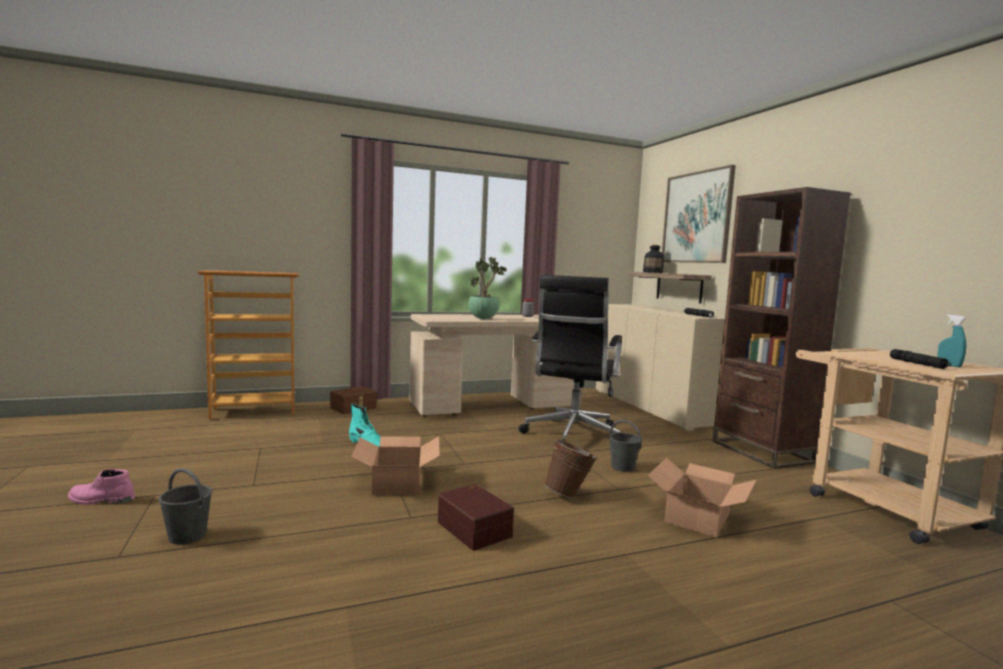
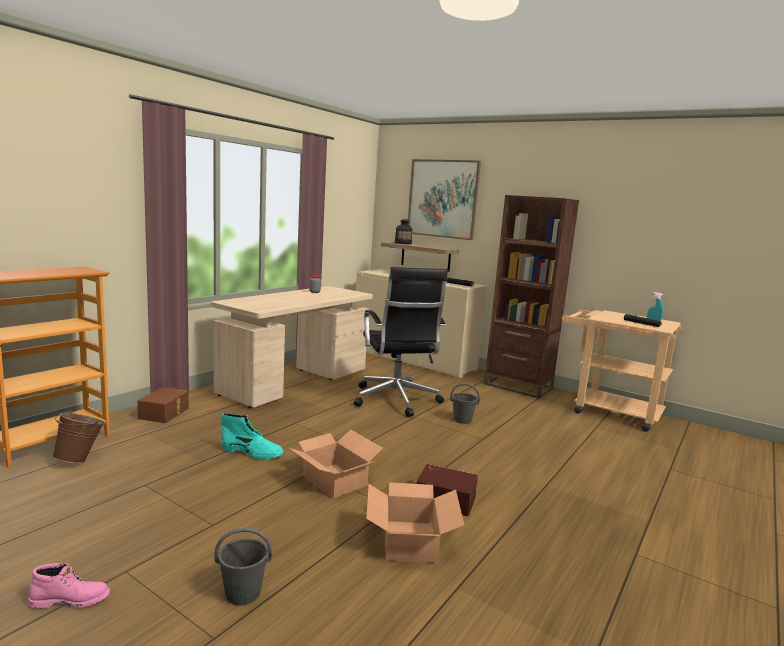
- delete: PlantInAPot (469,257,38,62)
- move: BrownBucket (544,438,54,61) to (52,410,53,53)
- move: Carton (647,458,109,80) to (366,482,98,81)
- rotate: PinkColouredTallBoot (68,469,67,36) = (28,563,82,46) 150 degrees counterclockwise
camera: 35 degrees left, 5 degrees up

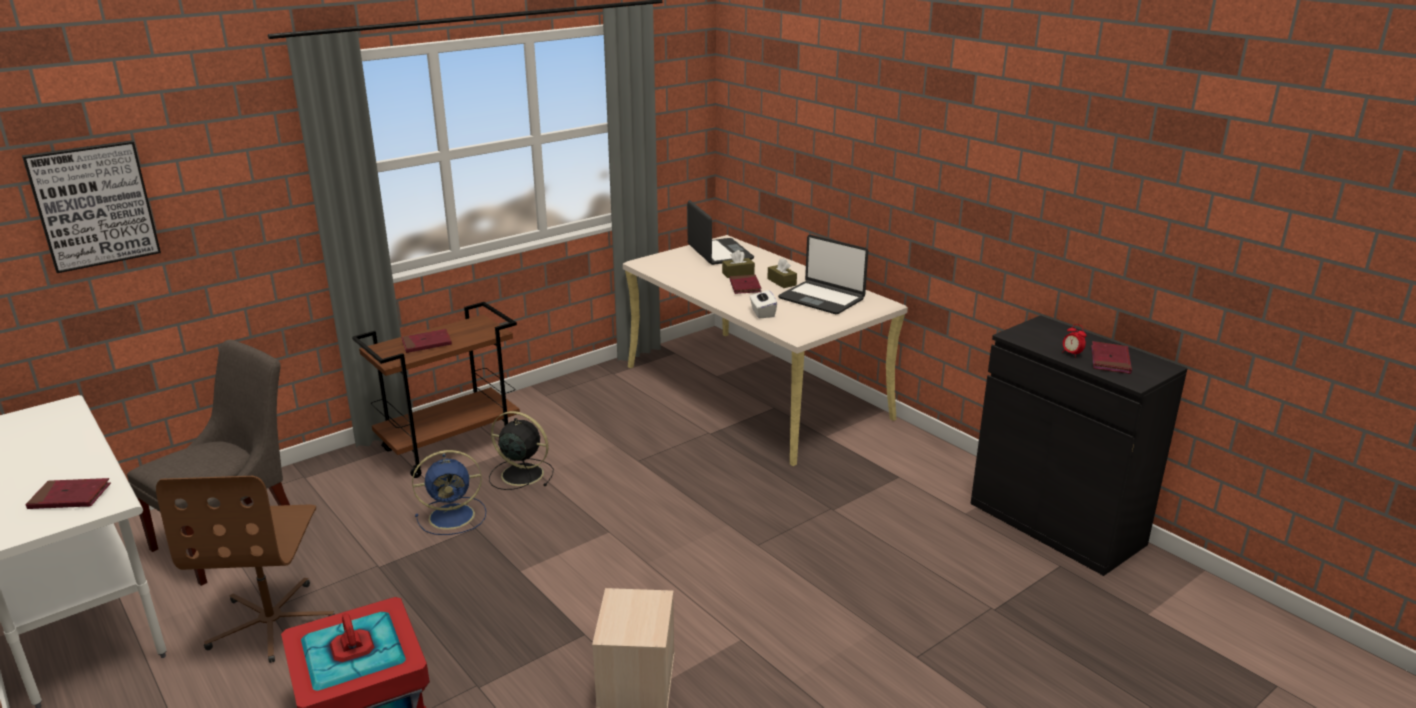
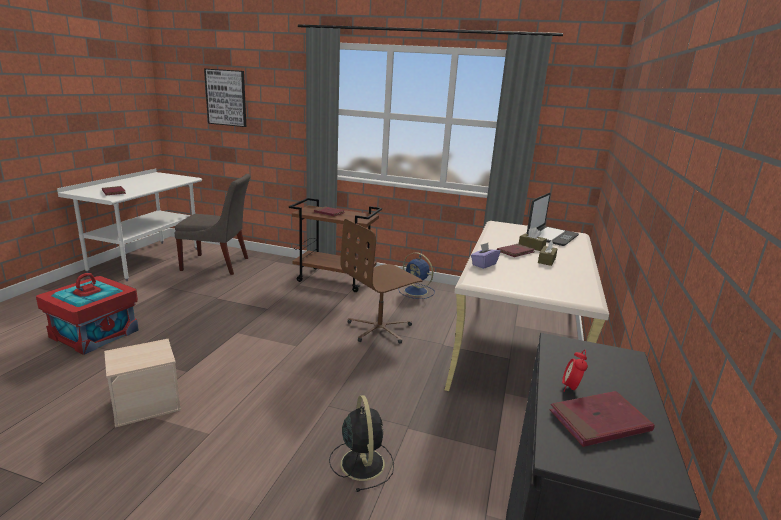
- delete: NotebookComputer (778,235,90,79)
- move: BrownOfficeChair (156,476,179,187) to (340,219,83,125)
- move: BlueFan (412,450,74,85) to (398,252,37,47)
- move: BlackColouredFan (489,411,65,79) to (329,395,65,97)
- recolor: WhitishBoxOfTissues (750,290,27,28) to PurpleBoxOfTissues (471,243,29,26)
camera: 55 degrees right, 5 degrees down

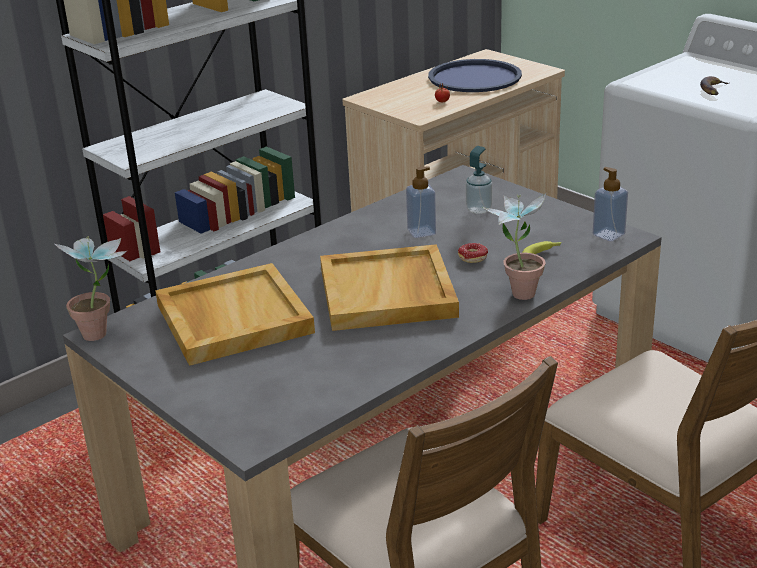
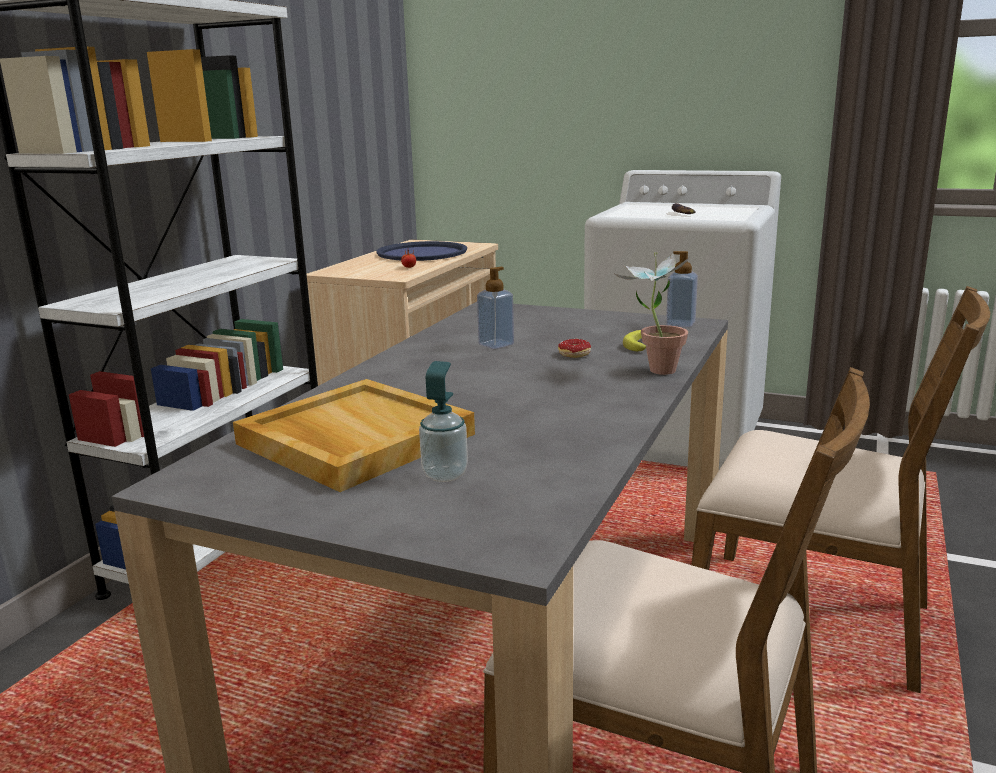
- delete: PlantInAPot (54,236,74,105)
- delete: SandColouredCarryingTray (320,244,139,87)
- move: LiquidSoapBottle (466,146,26,68) to (419,361,49,121)
camera: 25 degrees left, 10 degrees down

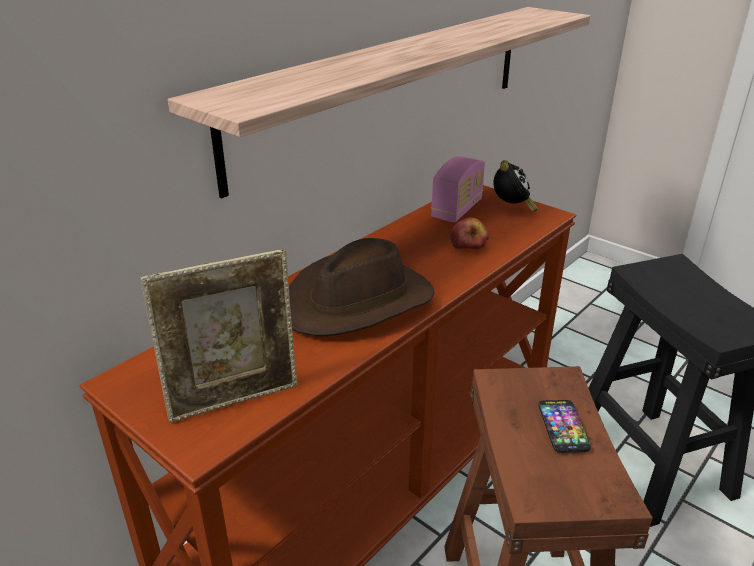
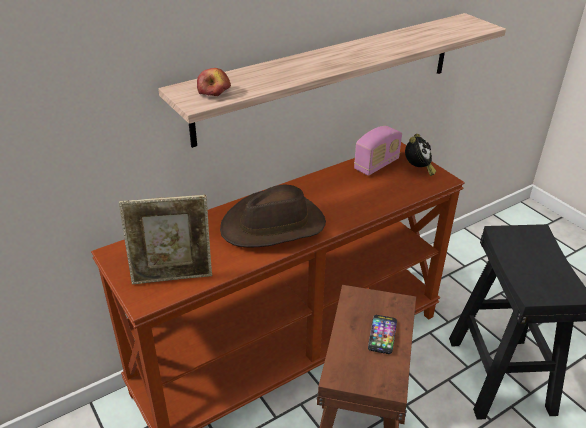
- move: AppleFruit (450,217,39,32) to (197,68,34,28)
camera: 15 degrees right, 5 degrees up

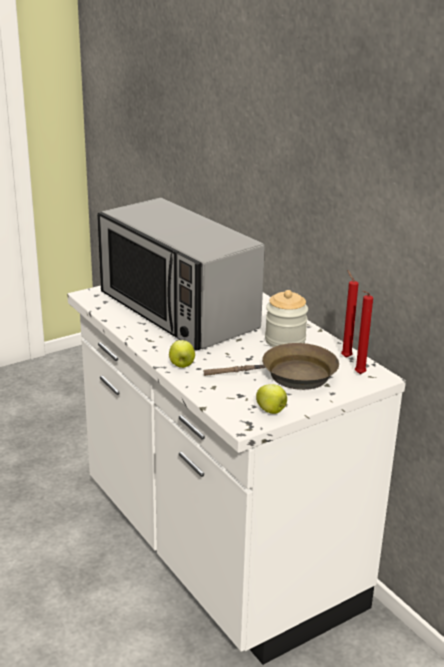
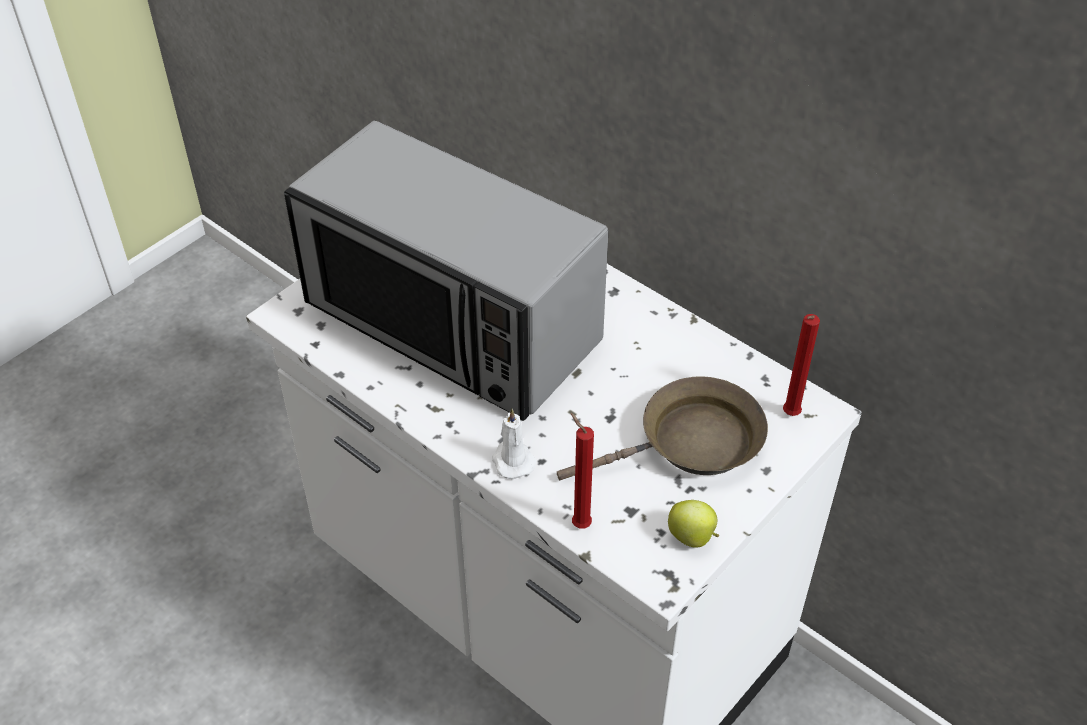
- delete: Jar (265,290,43,57)
- move: RedWaxLight (341,271,18,87) to (571,413,23,115)
- replace: AppleFruit (169,340,26,28) to WhitishWaxLight (492,408,45,71)
camera: 15 degrees left, 20 degrees up

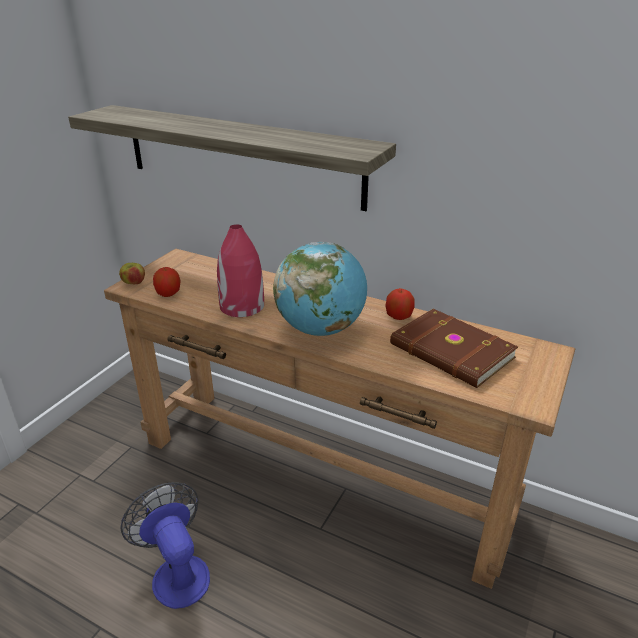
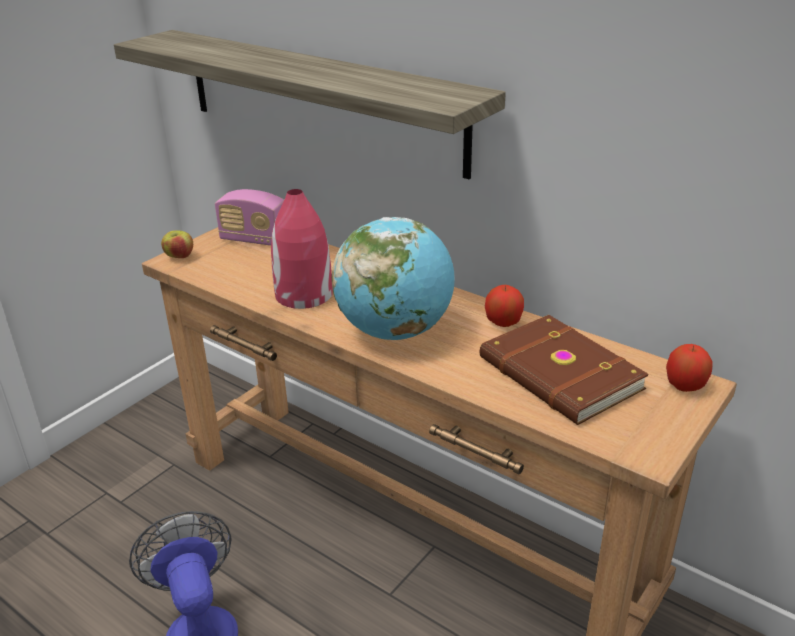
- insert: RadioSet (215,189,69,57)
- move: AppleFruit (153,267,28,30) to (666,344,47,48)
camera: 10 degrees right, 0 degrees up

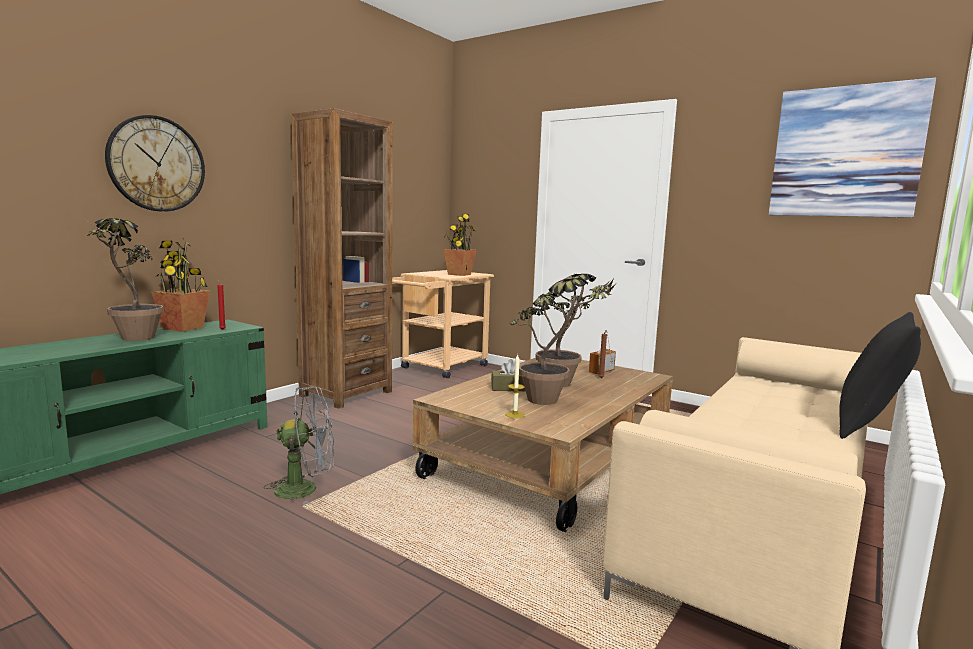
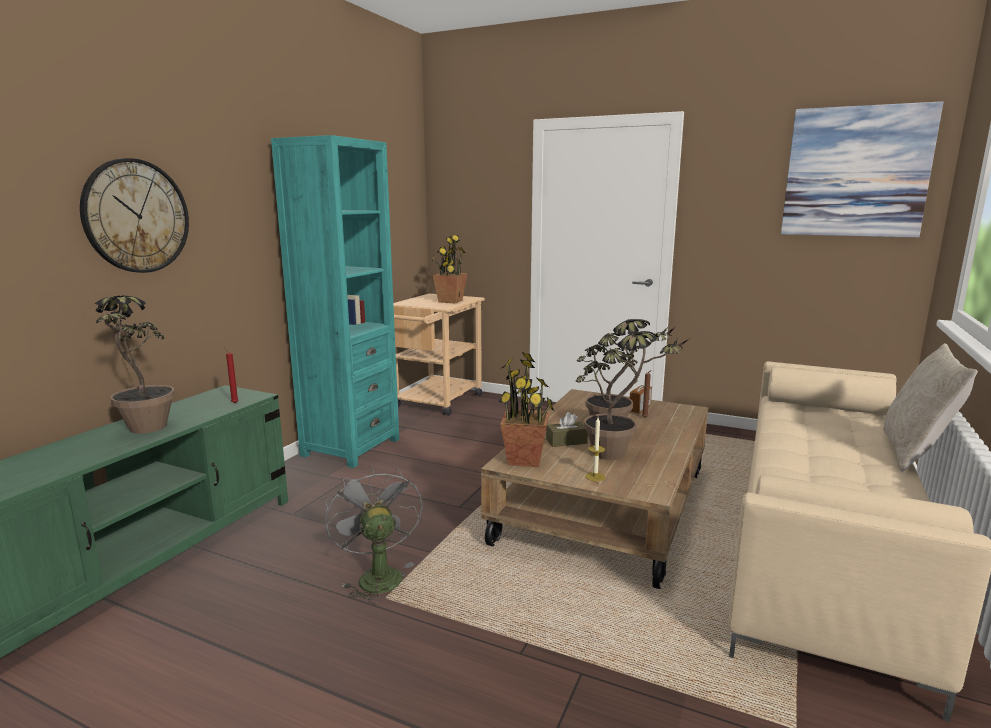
- move: PlantInAPot (151,239,59,93) to (498,352,56,115)
- recolor: BrownBookshelf (291,108,102,301) to TurquoiseBookshelf (271,135,128,333)
- recolor: BlackColouredCushion (839,312,82,127) to SandColouredCushion (883,343,95,129)
- rotate: GreyishFan (264,386,70,119) = (325,466,98,138) 90 degrees counterclockwise
camera: 10 degrees left, 5 degrees up

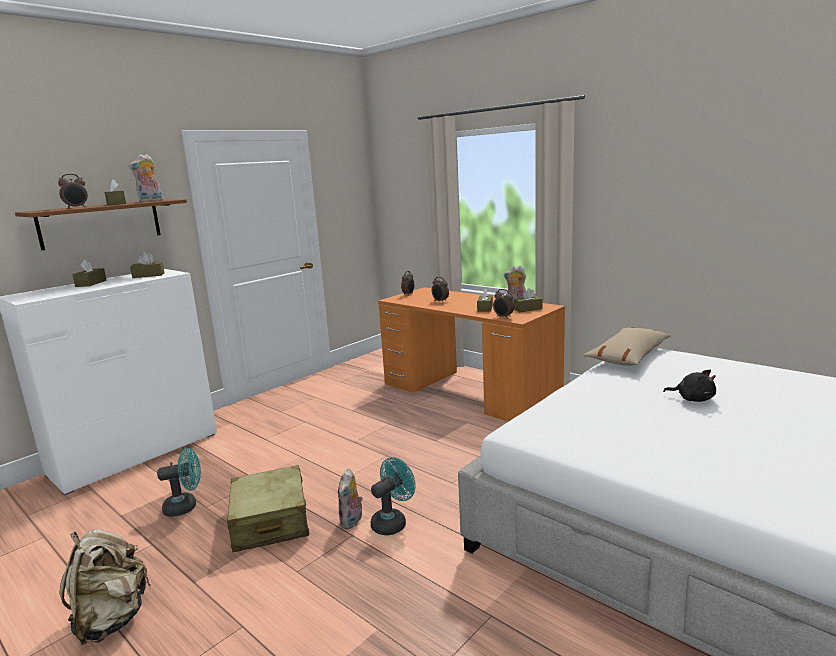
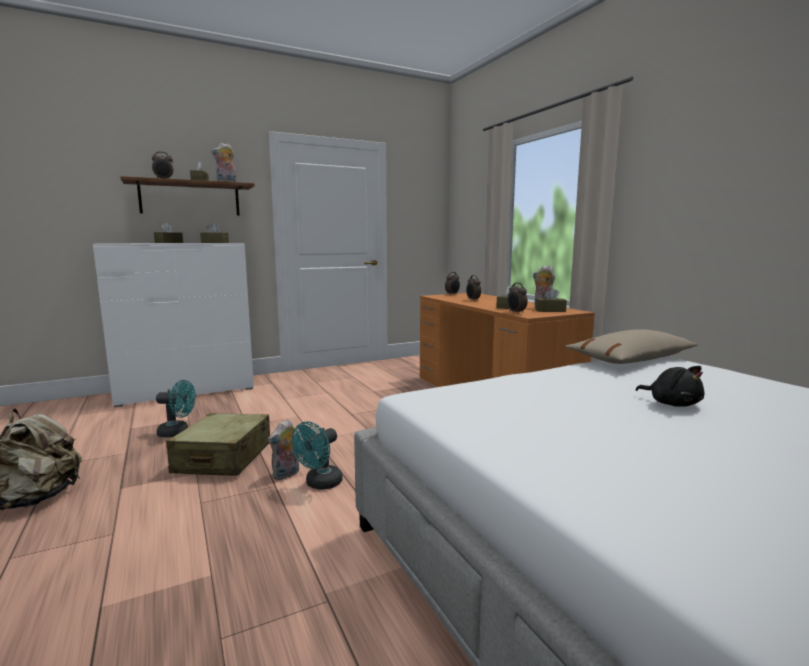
- rotate: TurquoiseFan (371,457,45,78) = (291,421,52,69) 150 degrees clockwise
camera: 20 degrees right, 5 degrees down

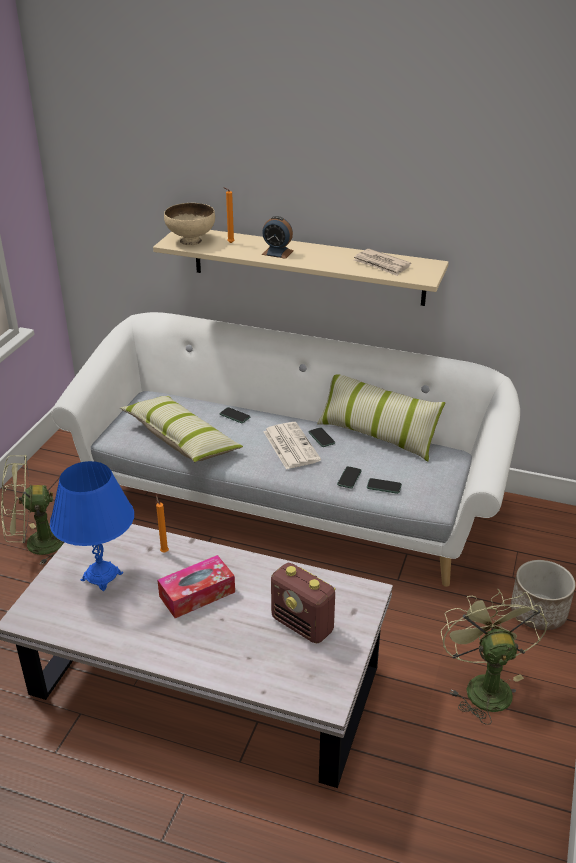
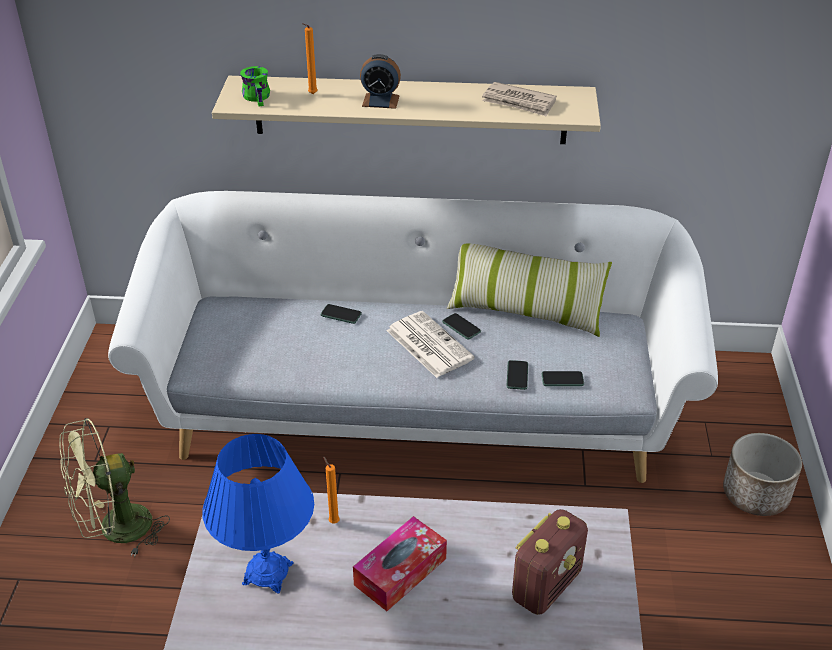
- delete: Cushion (120,396,123,66)
- delete: GreenFan (441,589,106,136)
- replace: SandColouredBowl (164,203,51,42) to GreenTeaMug (240,66,30,40)
- rotate: RadioSet (271,563,65,80) = (512,509,76,106) 75 degrees counterclockwise
camera: 15 degrees left, 5 degrees up

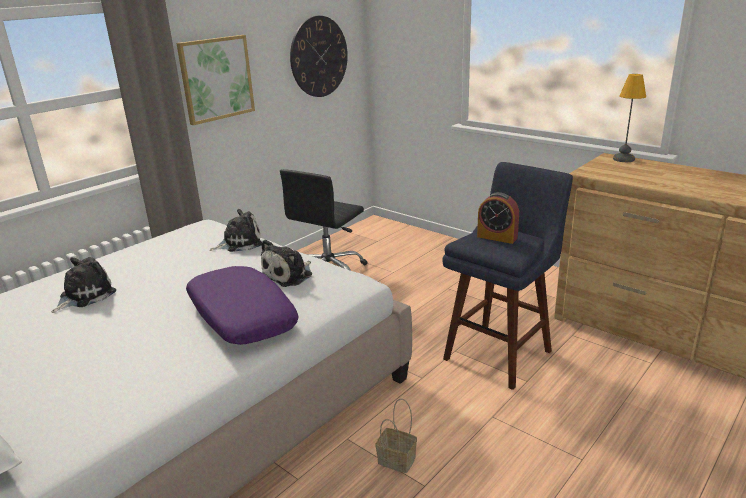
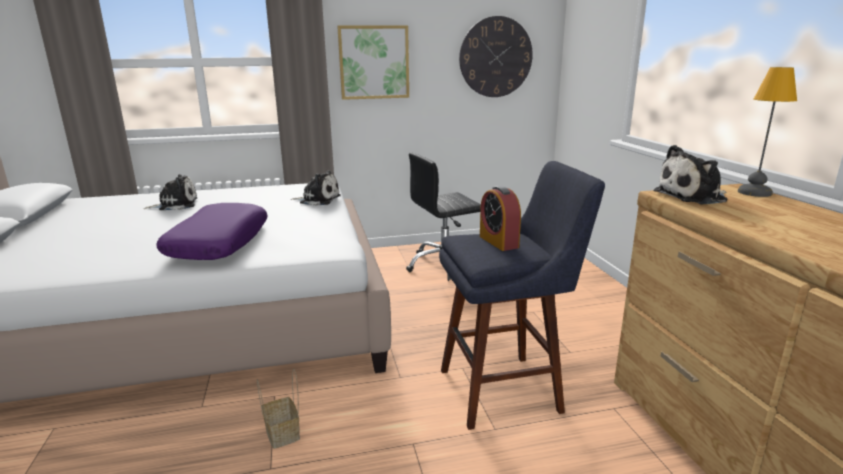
- move: PlushToy (261,239,51,48) to (653,145,75,59)
camera: 35 degrees right, 5 degrees down

